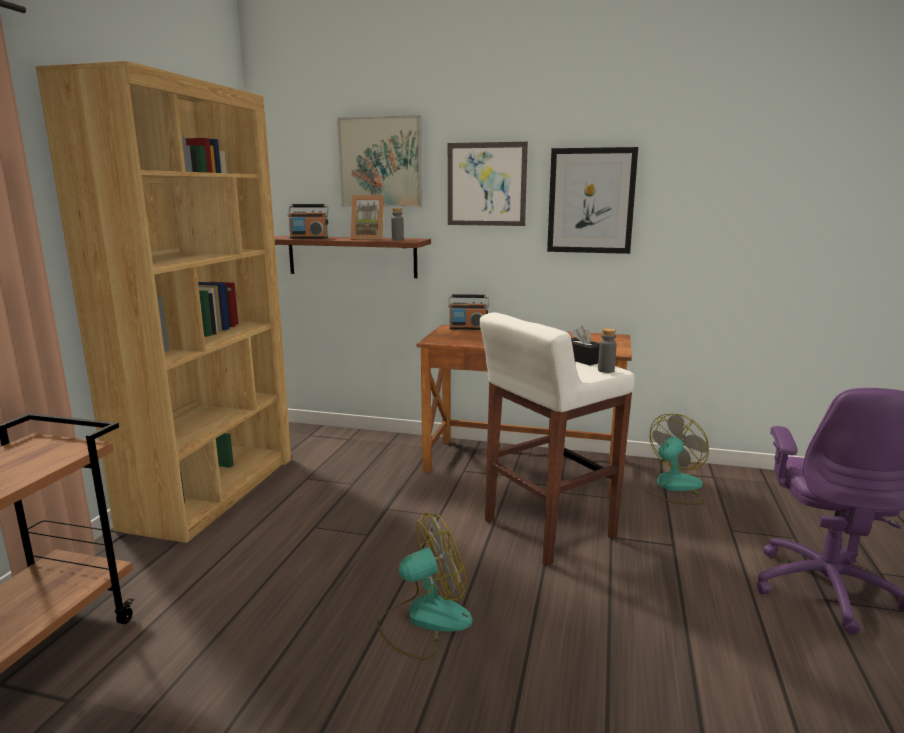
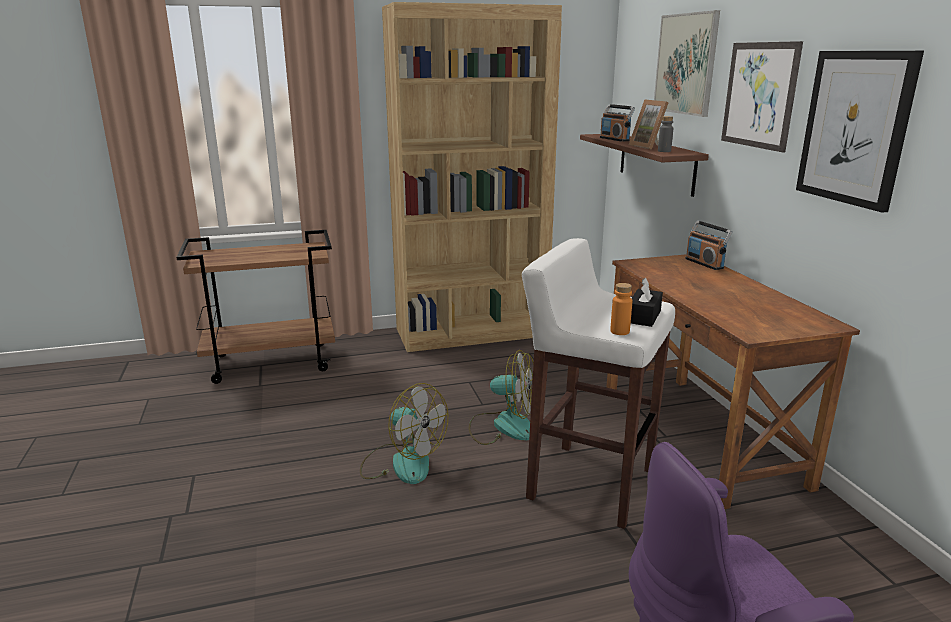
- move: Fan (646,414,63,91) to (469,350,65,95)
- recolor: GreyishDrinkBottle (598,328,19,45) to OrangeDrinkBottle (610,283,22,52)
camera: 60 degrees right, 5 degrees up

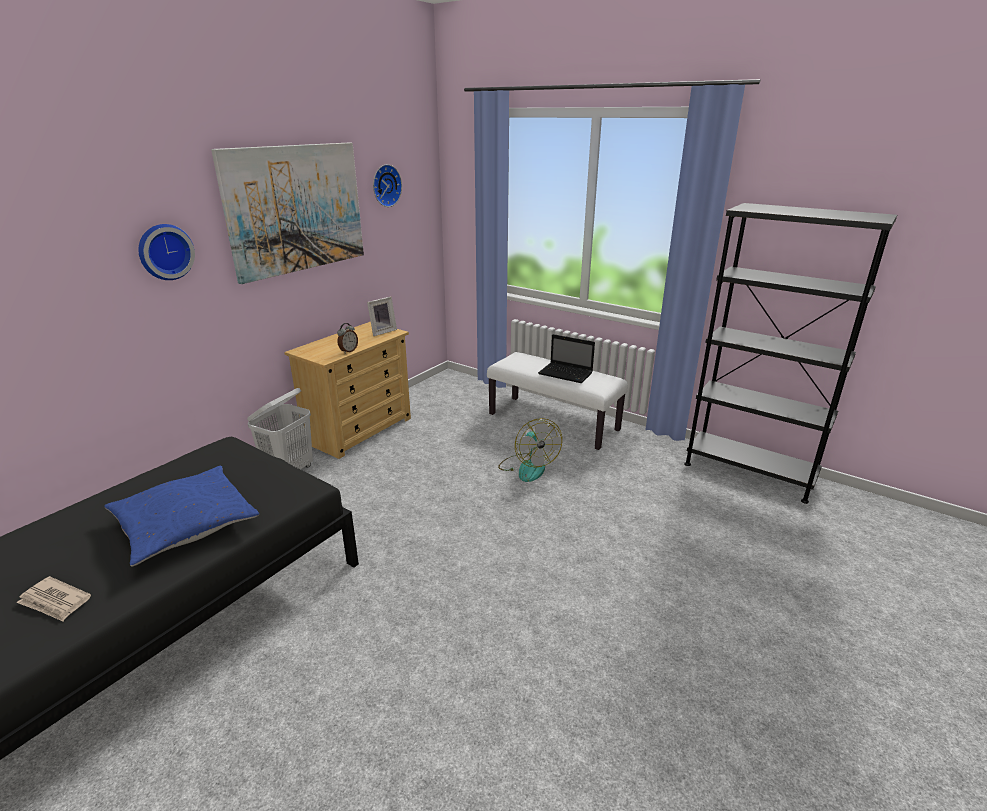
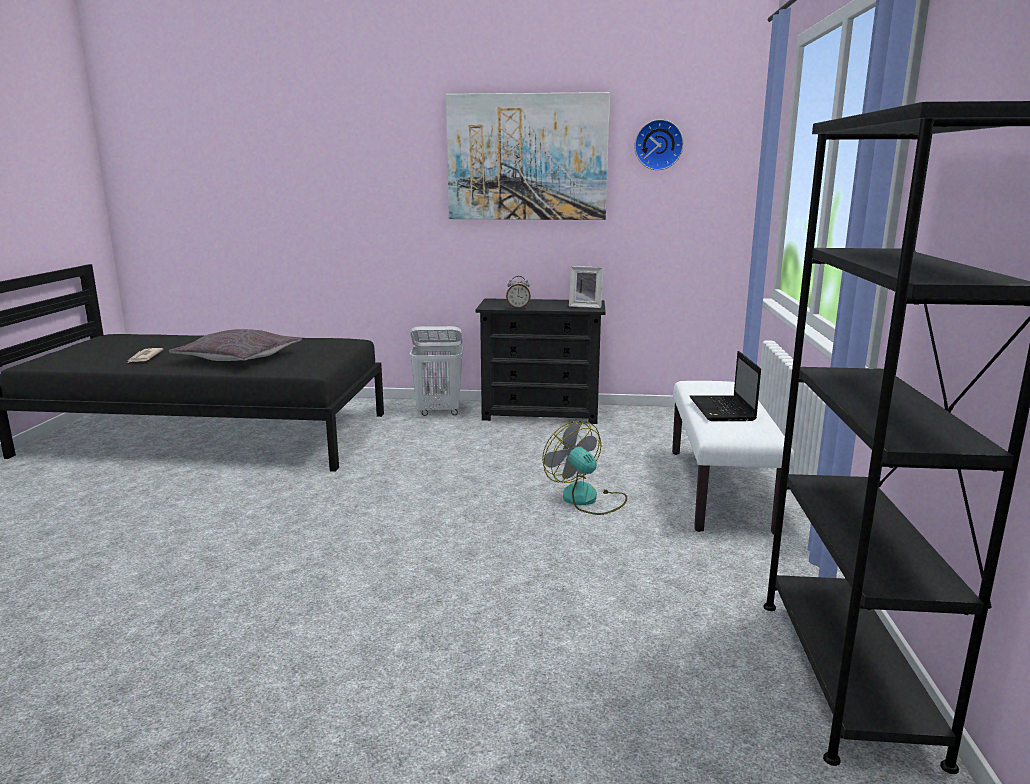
- delete: HangingClock (138,224,57,56)
- recolor: BlueCushion (104,466,155,100) to GreyishCushion (169,329,133,32)
- recolor: SandColouredDresser (284,322,127,137) to BlackColouredDresser (476,298,130,126)
- rotate: Fan (498,418,64,64) = (542,421,85,94) 105 degrees clockwise
camera: 60 degrees right, 10 degrees down

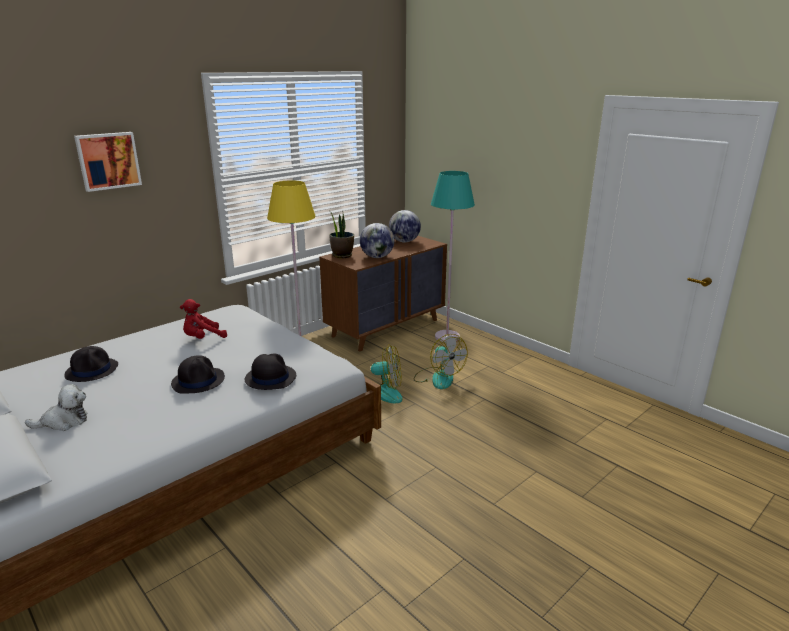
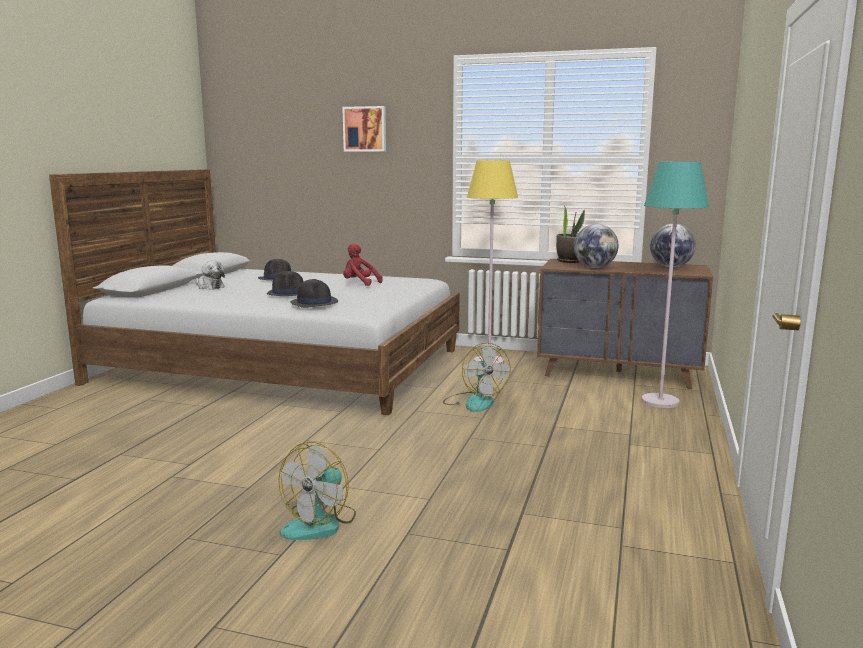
- move: Fan (414,334,54,55) to (278,442,78,98)
camera: 60 degrees right, 10 degrees down

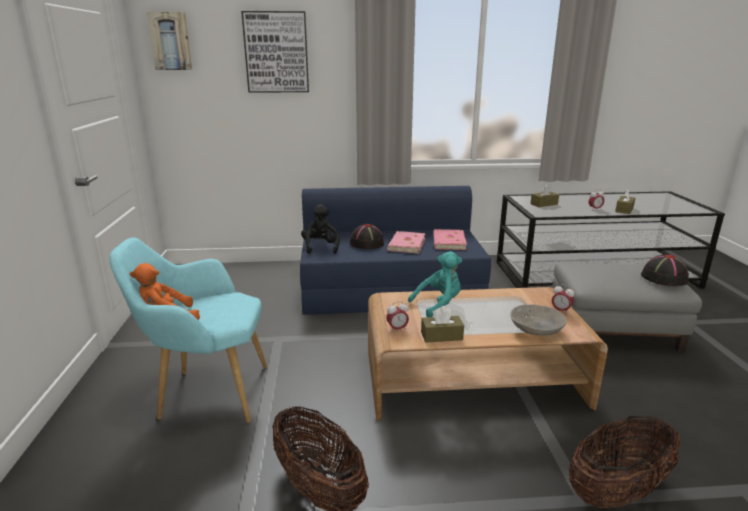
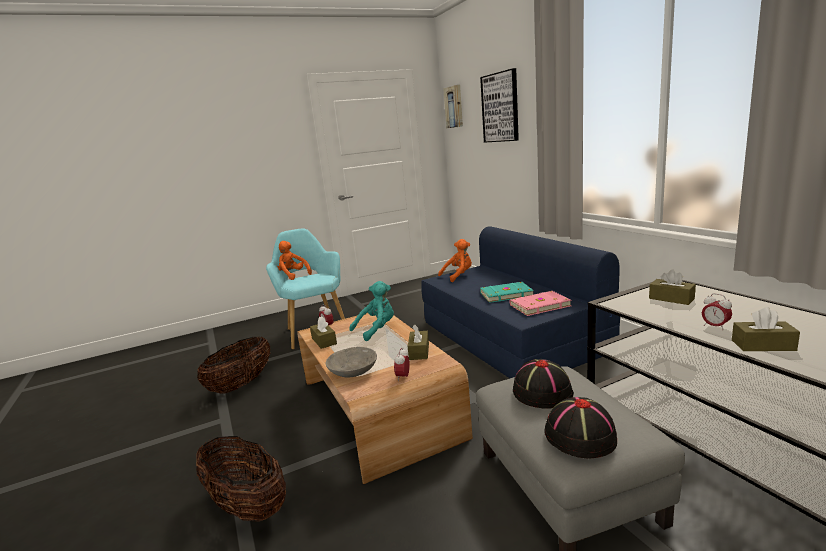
- insert: BrownBoxOfTissues (407,325,22,35)
- move: BlackColouredWearableHat (350,224,34,25) to (513,359,61,50)
- recolor: BlackColouredPlushToy (301,204,39,50) to OrangePlushToy (438,239,34,43)
- recolor: PinkColouredVolume (387,231,39,23) to TurquoiseVolume (480,282,54,21)
- rotate: TurquoisePlushToy (408,251,54,66) = (350,281,44,60) 75 degrees counterclockwise
camera: 70 degrees right, 5 degrees down

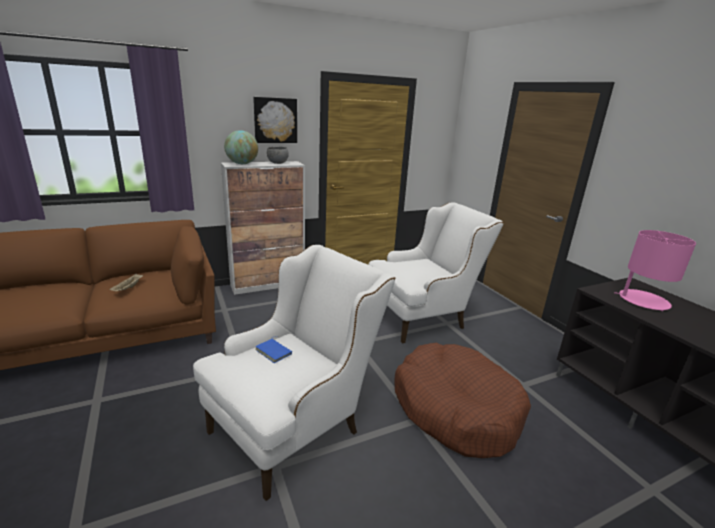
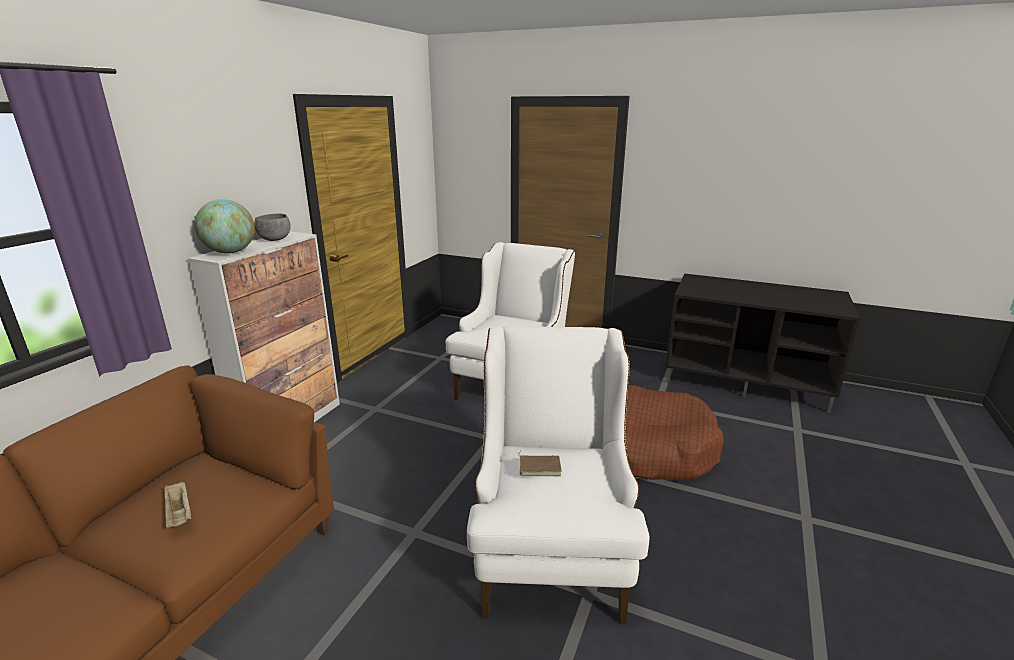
- delete: WallArt (253,97,44,46)
- delete: PinkColouredTabletopLamp (614,230,82,81)
- recolor: BlueVolume (255,336,37,27) to BrownVolume (518,451,44,25)
camera: 40 degrees left, 0 degrees up

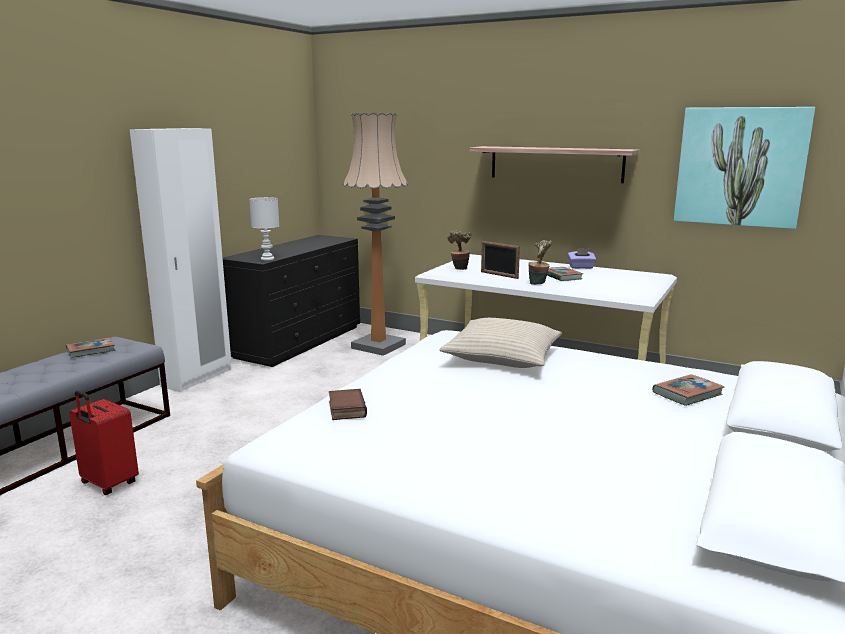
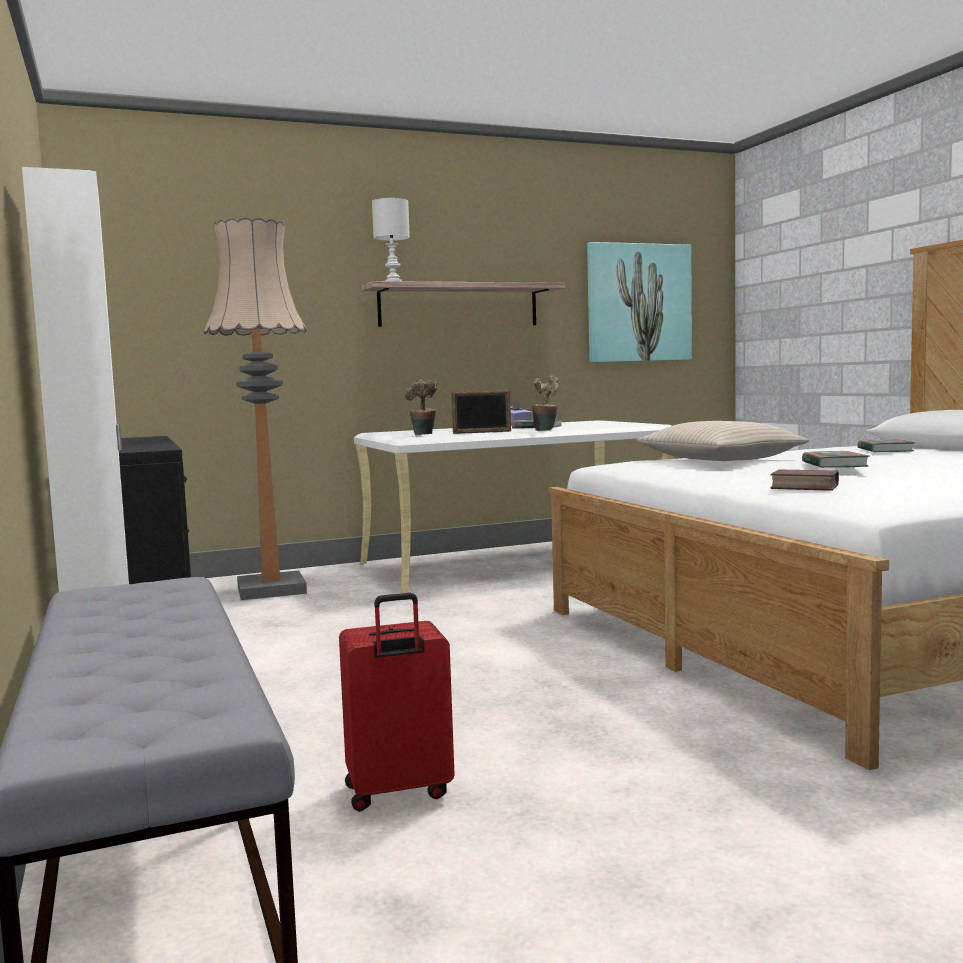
- move: Volume (66,338,50,20) to (802,451,68,17)
- move: WhitishTabletopLamp (249,197,30,63) to (372,198,38,83)
camera: 50 degrees left, 10 degrees down

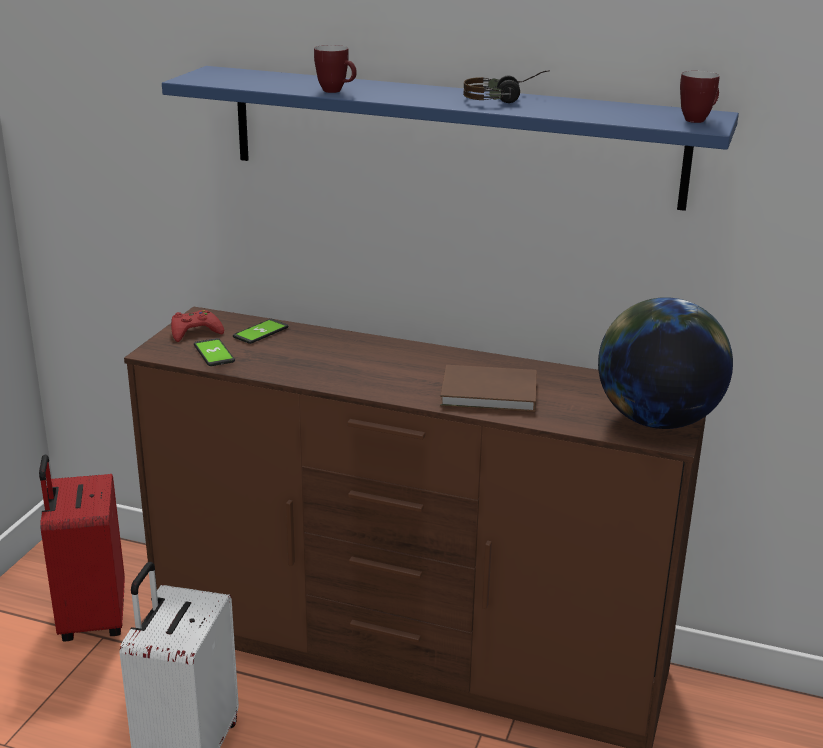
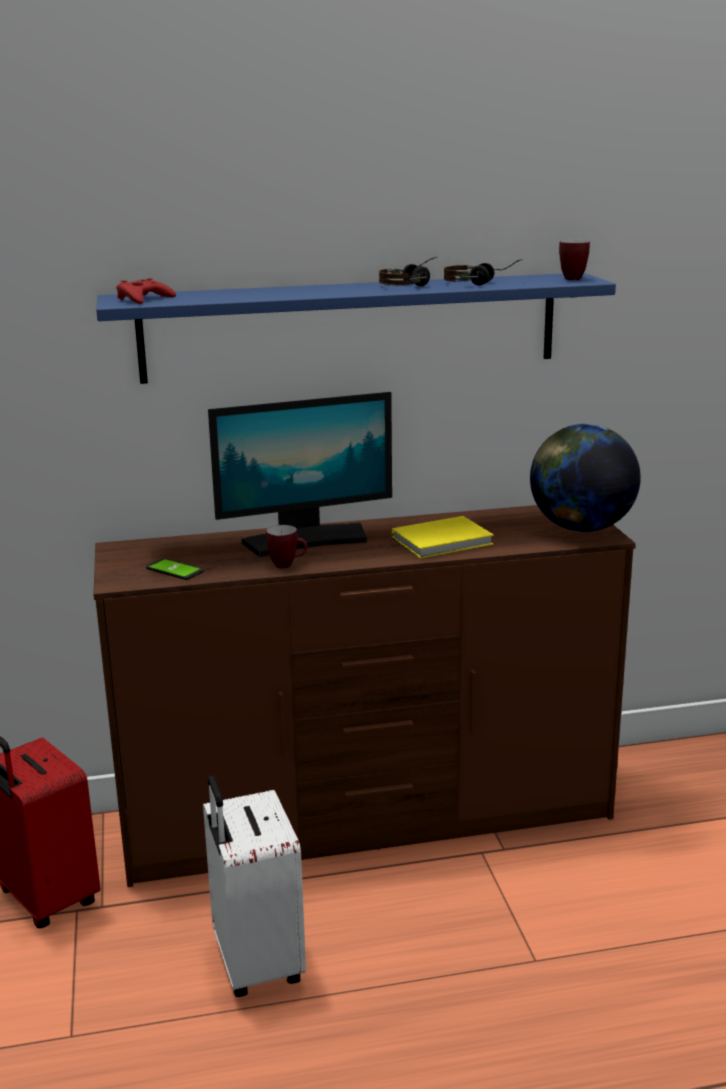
- delete: Handset (233,319,56,25)
- insert: Monitor (208,392,184,165)
- insert: Headphones (444,259,78,26)
- move: RedGameController (171,310,53,32) to (116,278,60,26)
- move: TeaMug (314,45,43,48) to (266,525,41,43)
- recolor: BrownVolume (440,365,97,47) to YellowishVolume (392,516,102,42)
camera: 30 degrees left, 5 degrees down

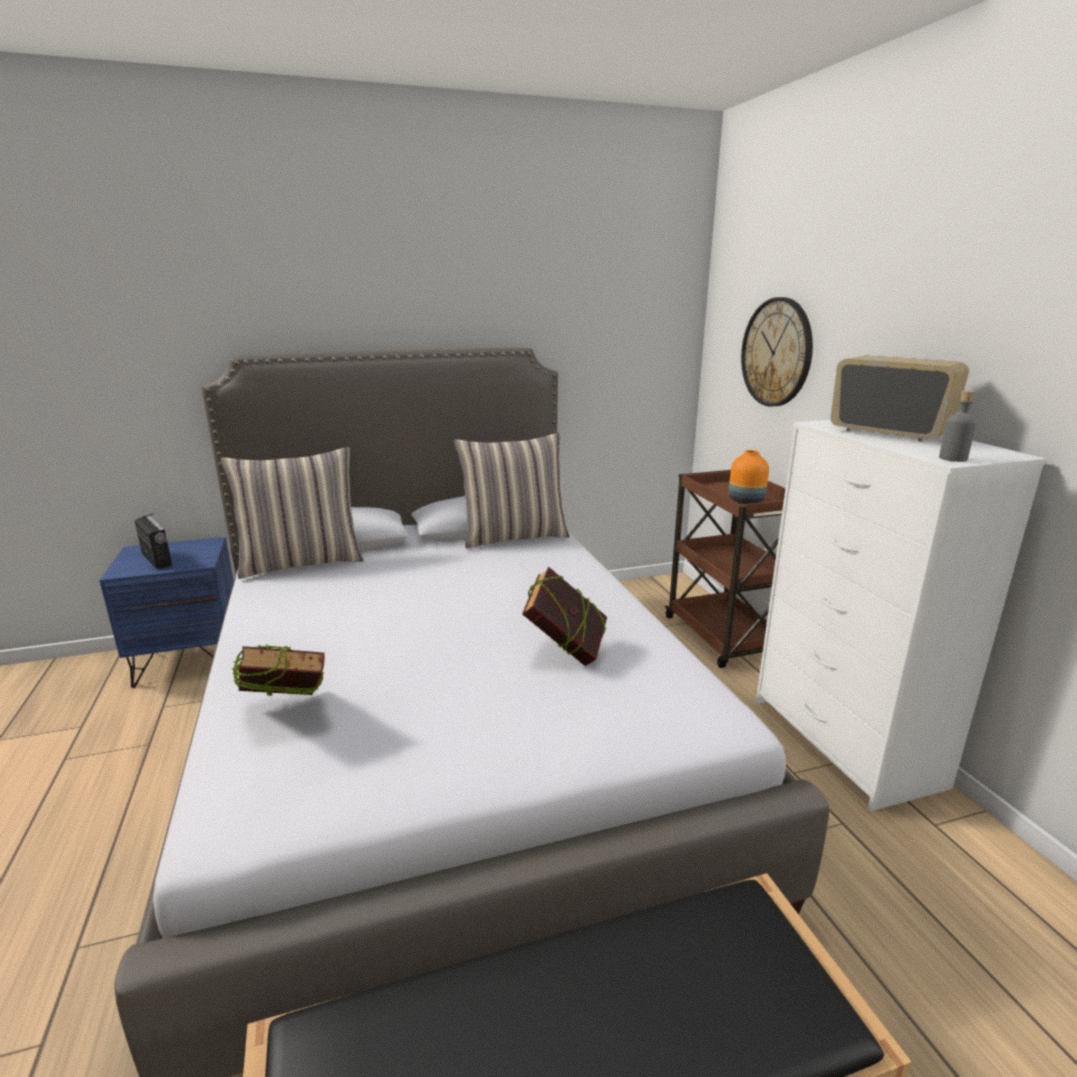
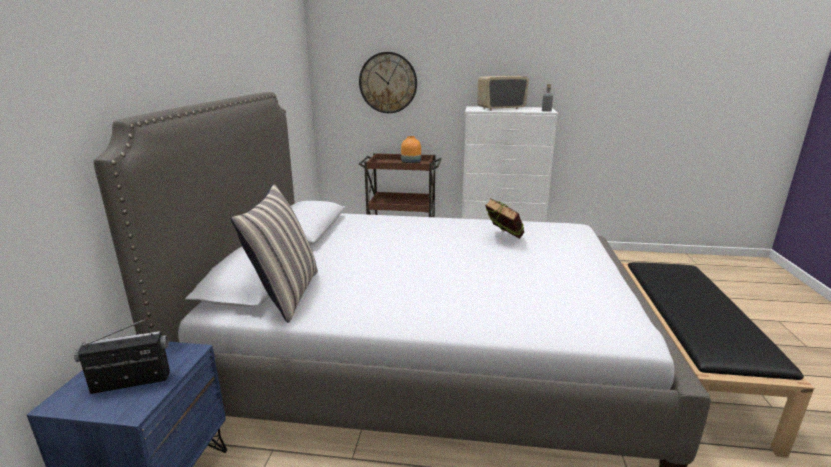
- delete: Volume (232,644,93,52)
- delete: Cushion (454,433,116,115)
camera: 65 degrees left, 0 degrees up

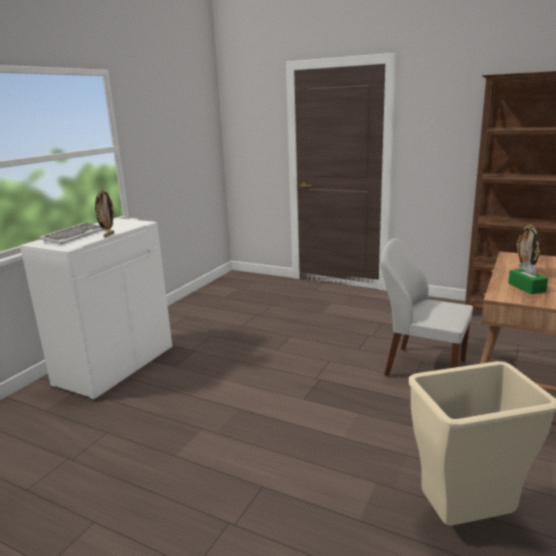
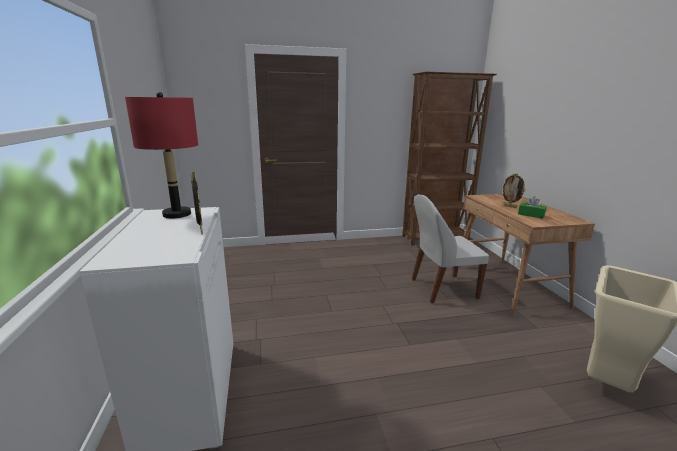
- delete: PcKeyboard (39,222,64,22)
- insert: RedTabletopLamp (125,92,73,126)
camera: 40 degrees left, 0 degrees up

